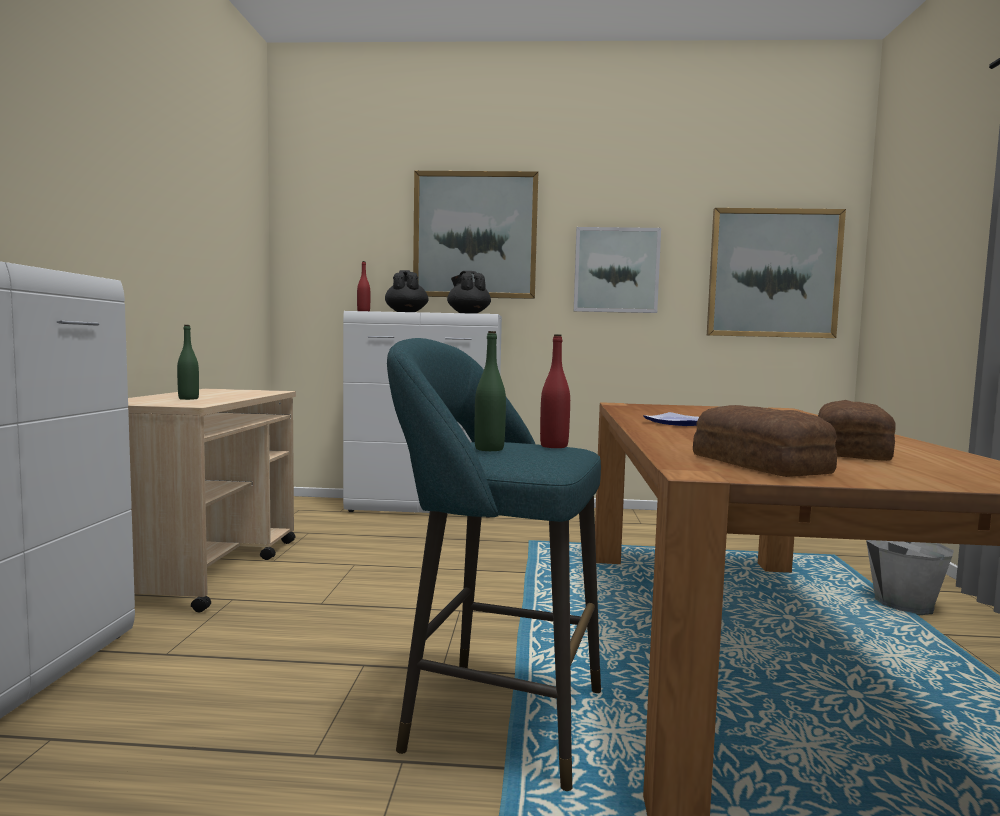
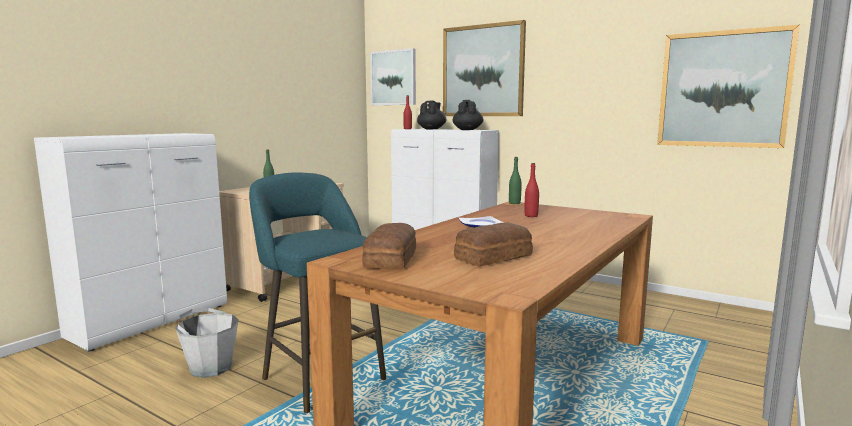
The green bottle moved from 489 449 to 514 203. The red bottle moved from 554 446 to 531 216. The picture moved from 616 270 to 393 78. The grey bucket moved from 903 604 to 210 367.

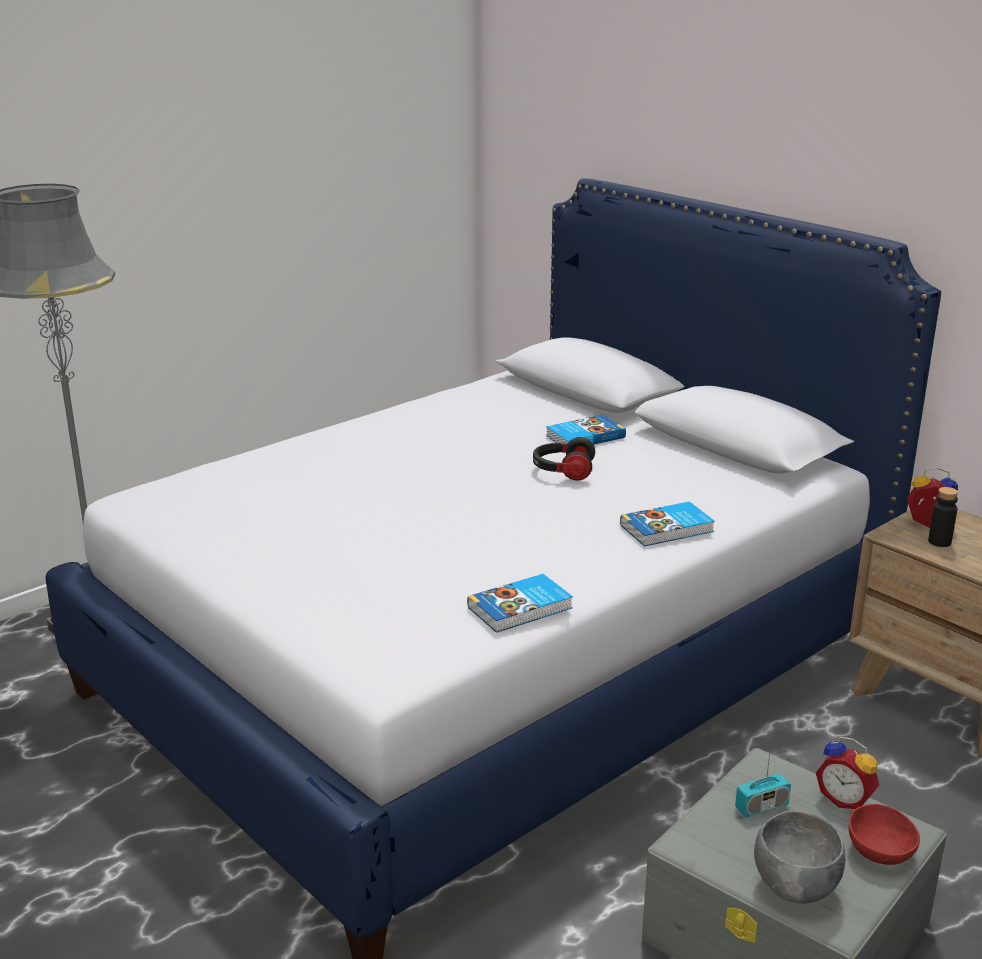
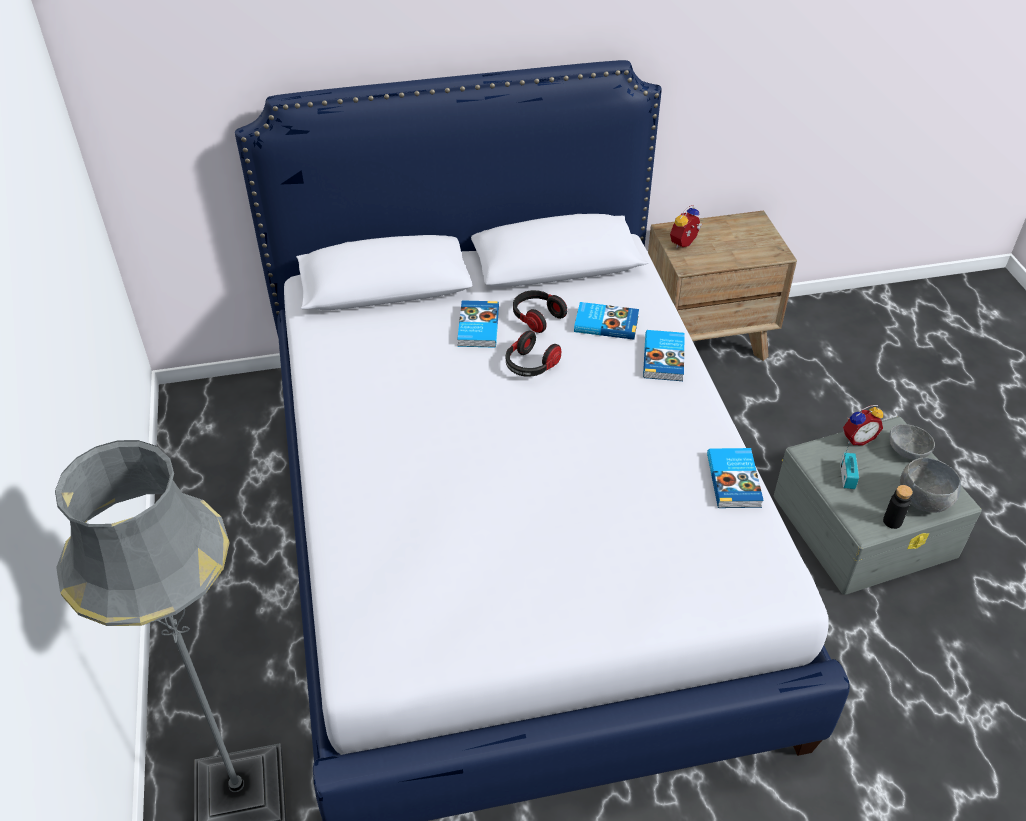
The headphones at 537 318 appeared. The book at 606 323 appeared. The black bottle moved from 939 542 to 892 521. The red bowl at 881 851 became the grey bowl at 907 450.

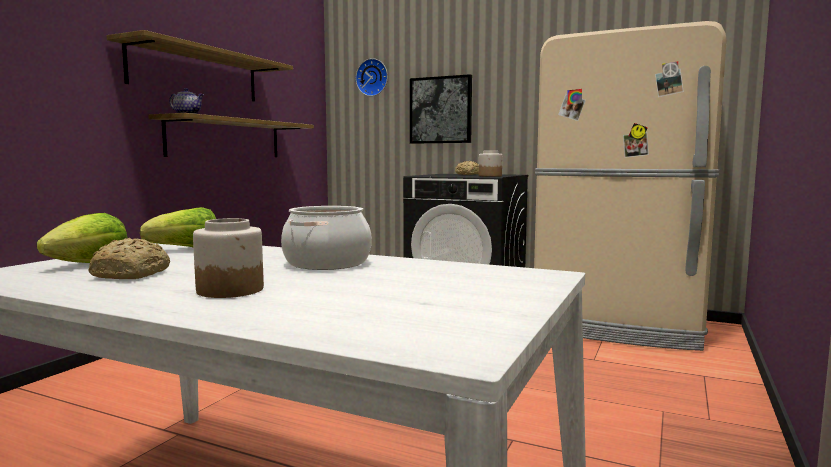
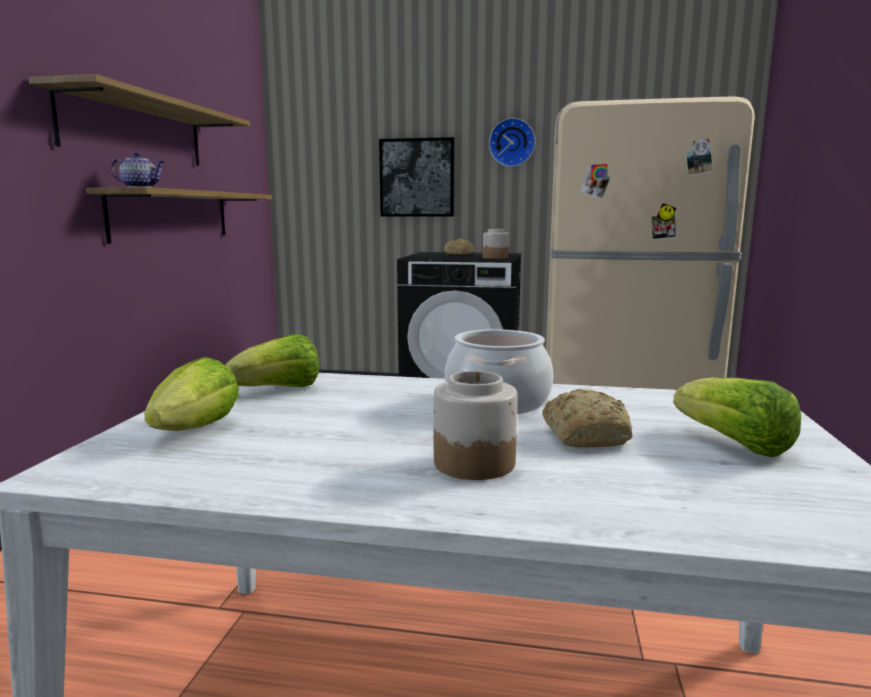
The lettuce at 734 444 appeared. The bread moved from 133 274 to 586 436. The wall clock moved from 373 77 to 512 143.

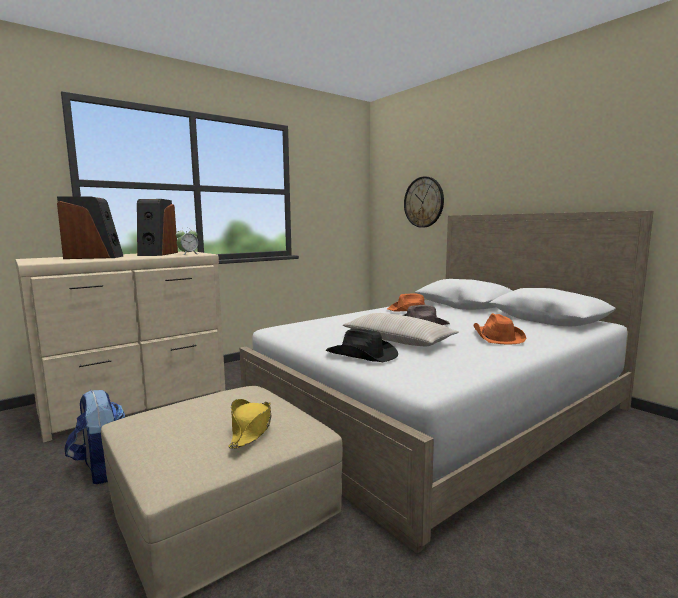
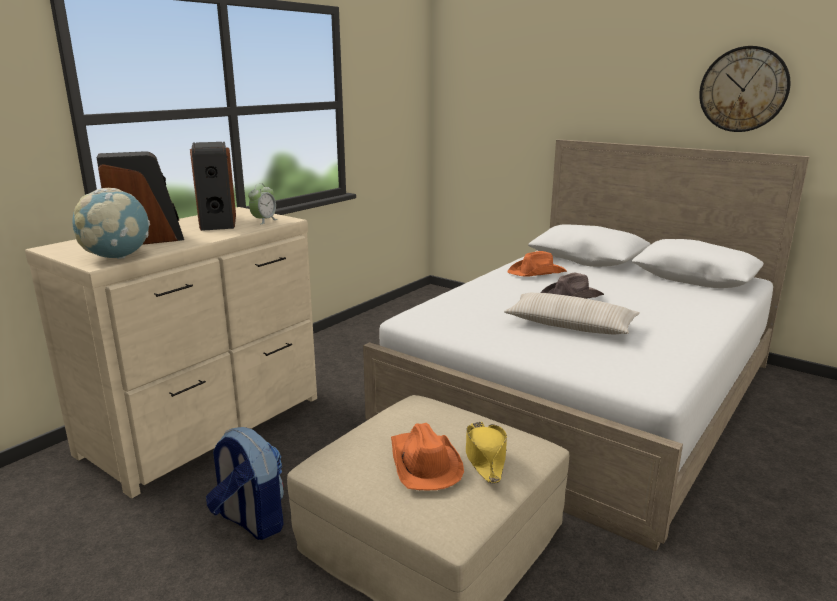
The black hat at 362 355 disappeared. The globe at 117 257 appeared. The wall clock moved from 424 202 to 743 89. The orange hat moved from 497 337 to 423 463.

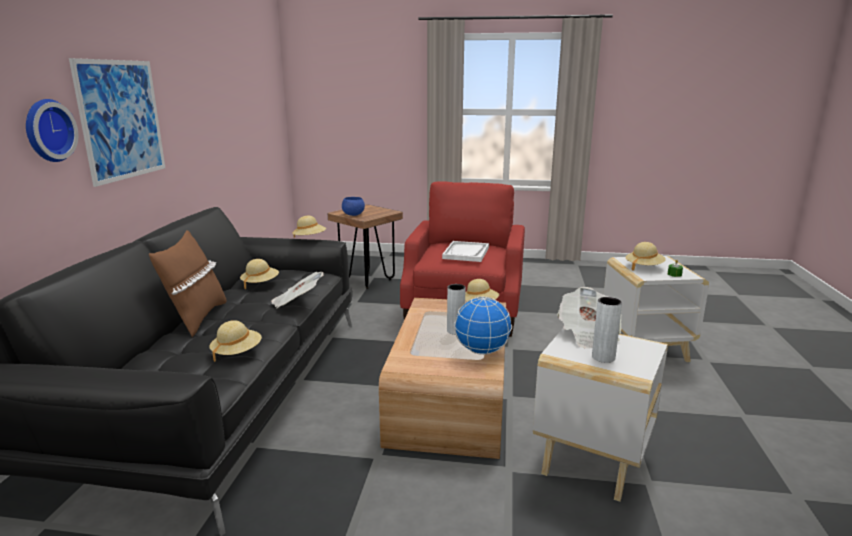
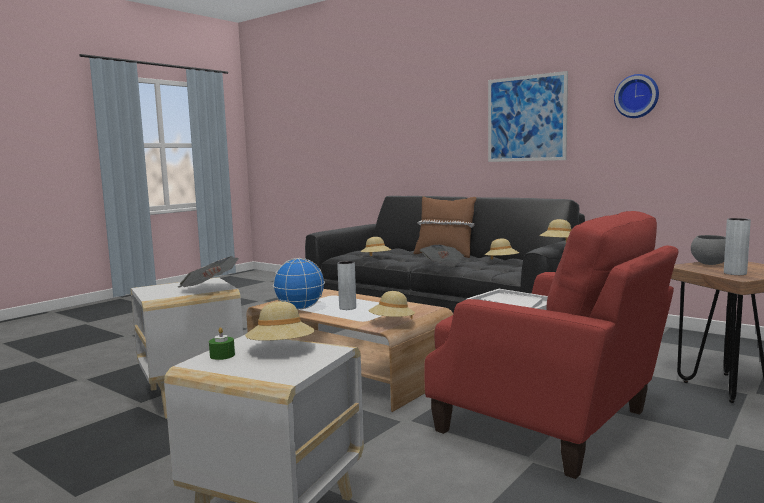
The wall clock moved from 47 130 to 637 96. The grey vase moved from 603 357 to 735 273. The blue bowl at 353 215 became the grey bowl at 709 264.

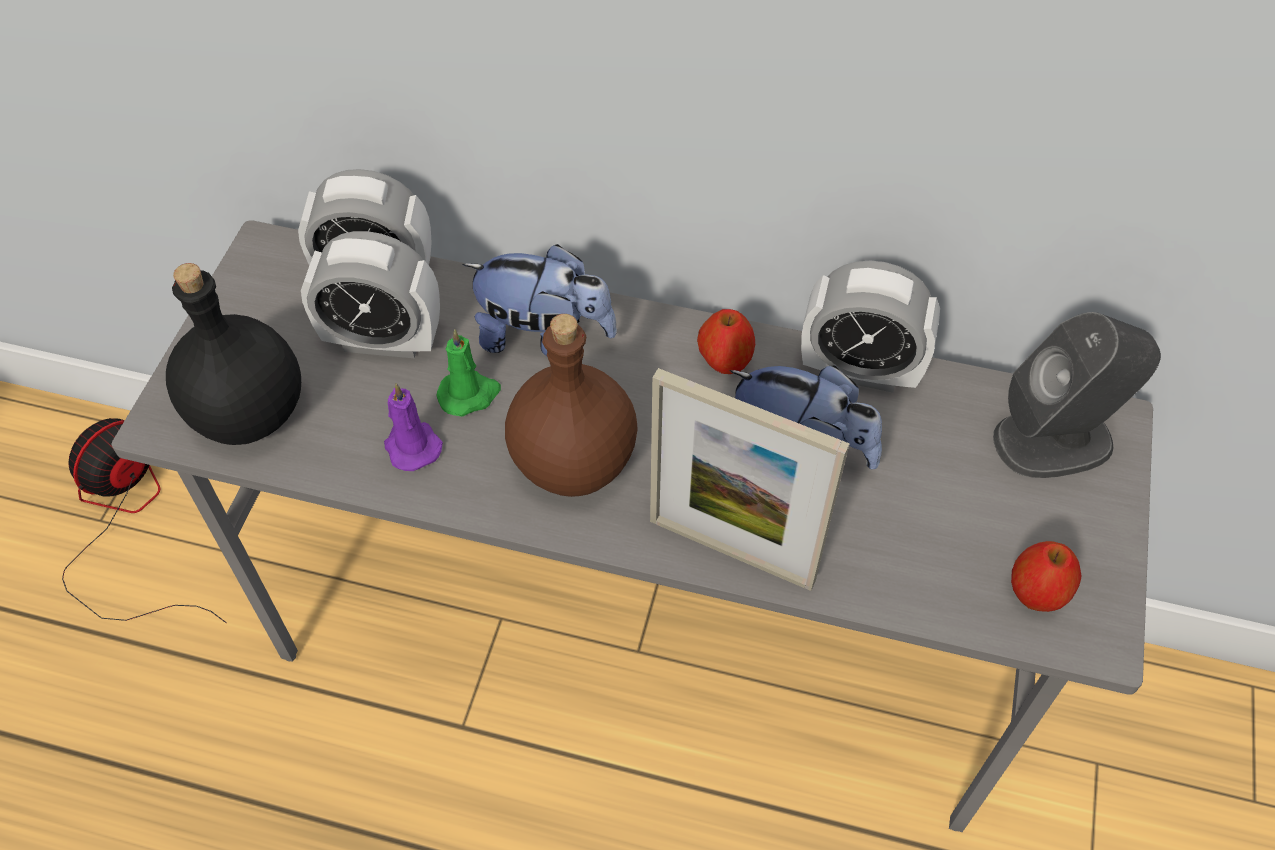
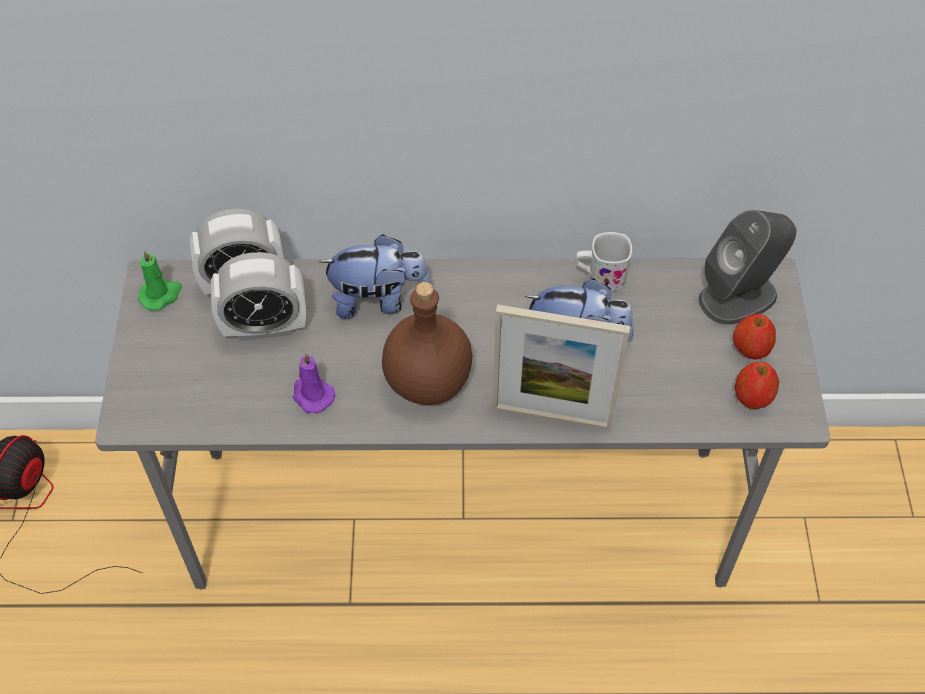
The black bottle at 247 415 disappeared. The green candle moved from 469 394 to 161 295. The apple moved from 725 361 to 750 350. The alarm clock at 859 370 was replaced by the white mug at 600 277.

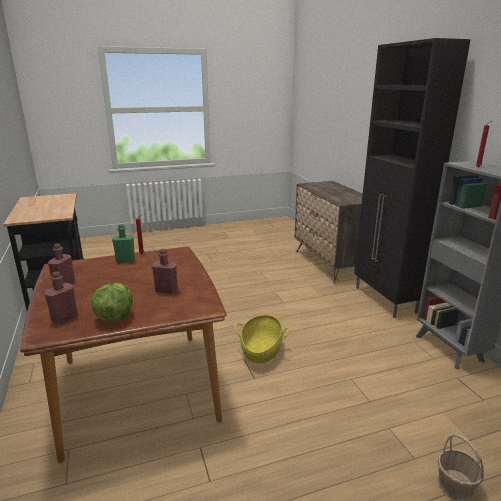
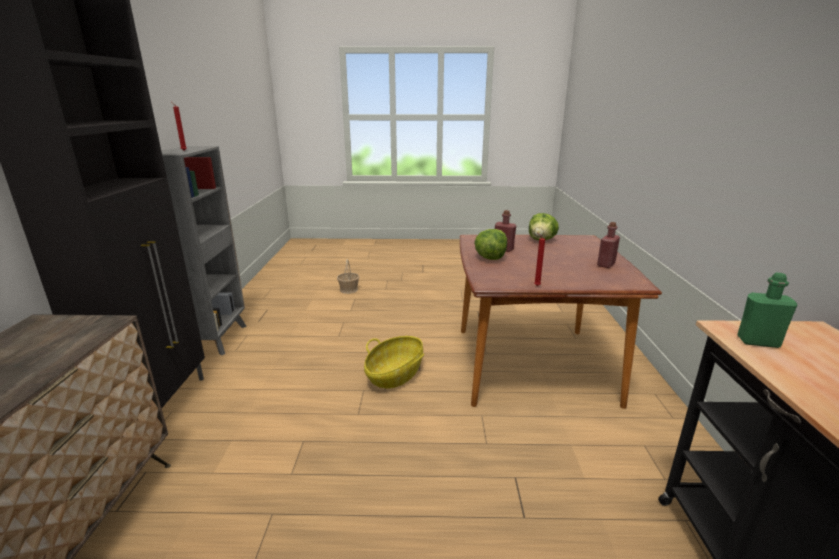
The red bottle at 64 318 disappeared. The lettuce at 490 258 appeared. The green bottle moved from 125 260 to 758 342.

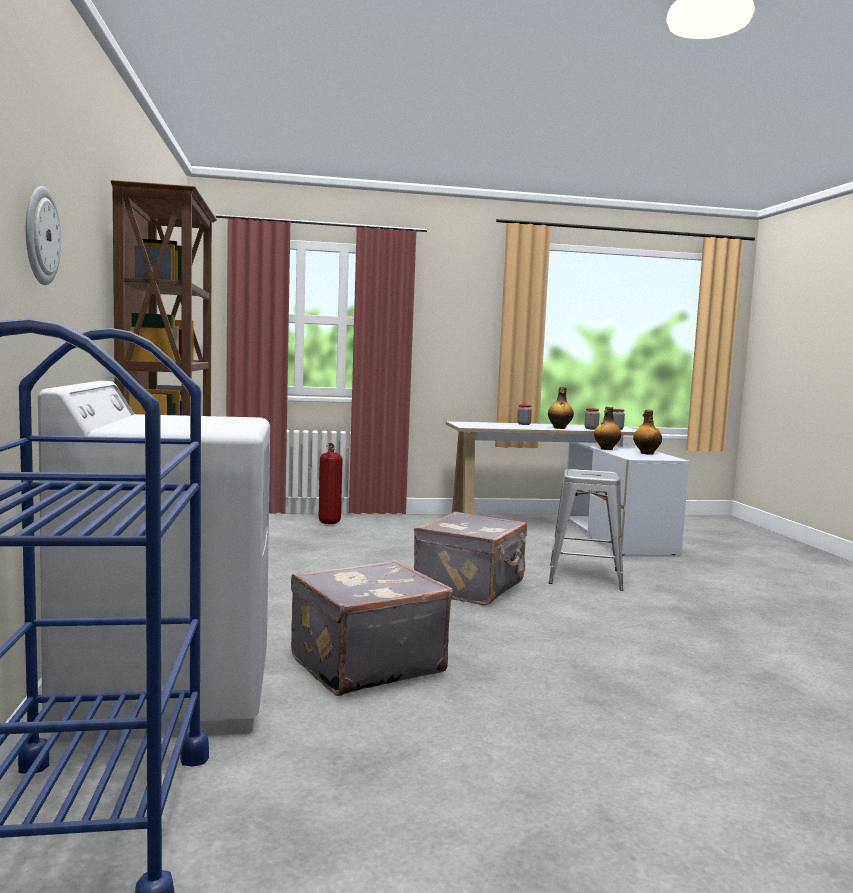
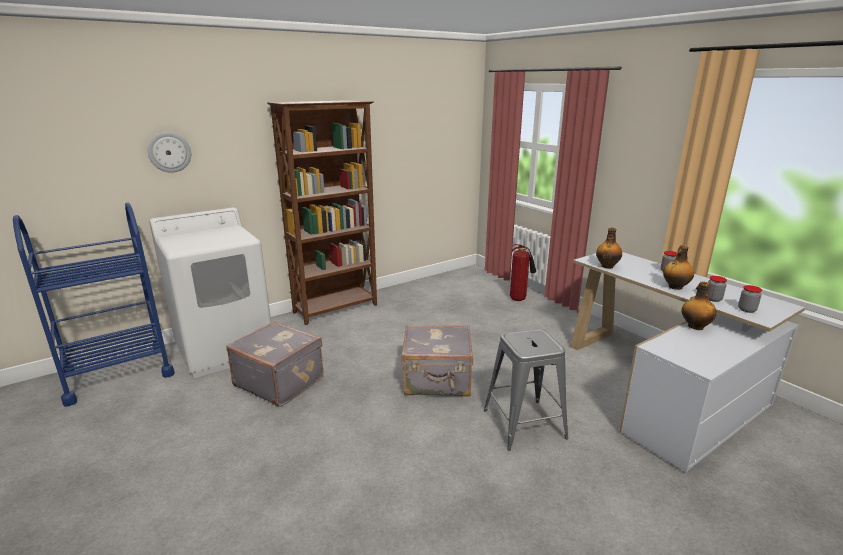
The bottle moved from 646 453 to 607 266.

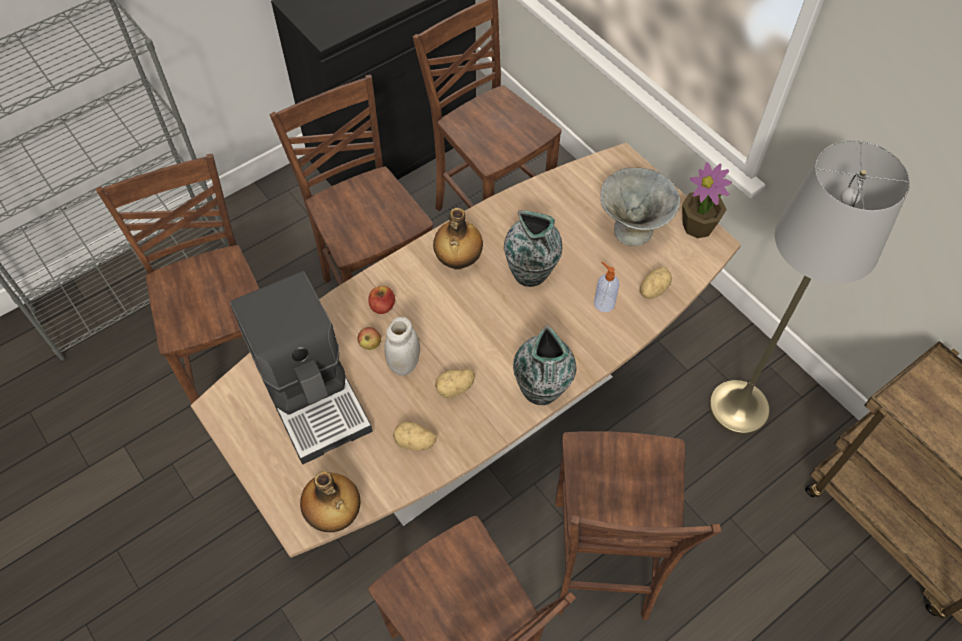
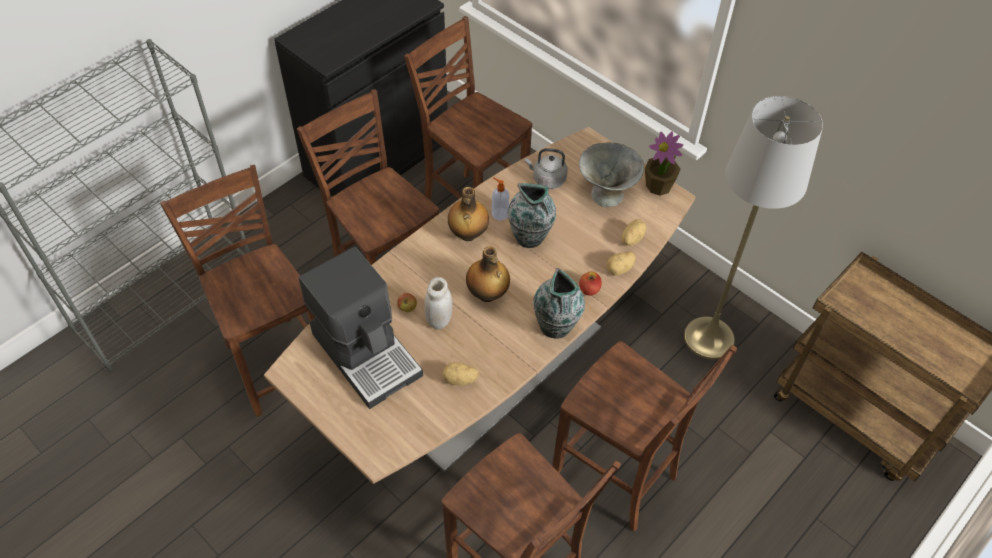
The grey kettle at 547 179 appeared. The bottle moved from 334 514 to 487 294. The apple moved from 382 306 to 589 289. The potato moved from 455 389 to 620 269. The soap dispenser moved from 603 303 to 499 214. The brown chair at 601 561 turned 45 degrees counterclockwise.

